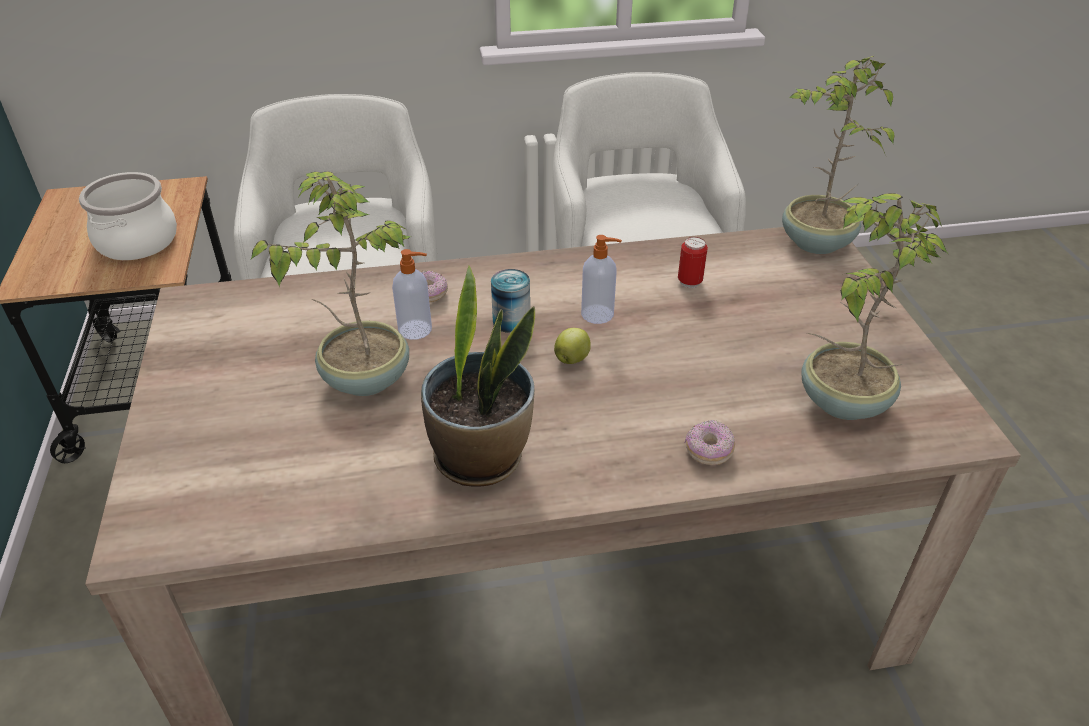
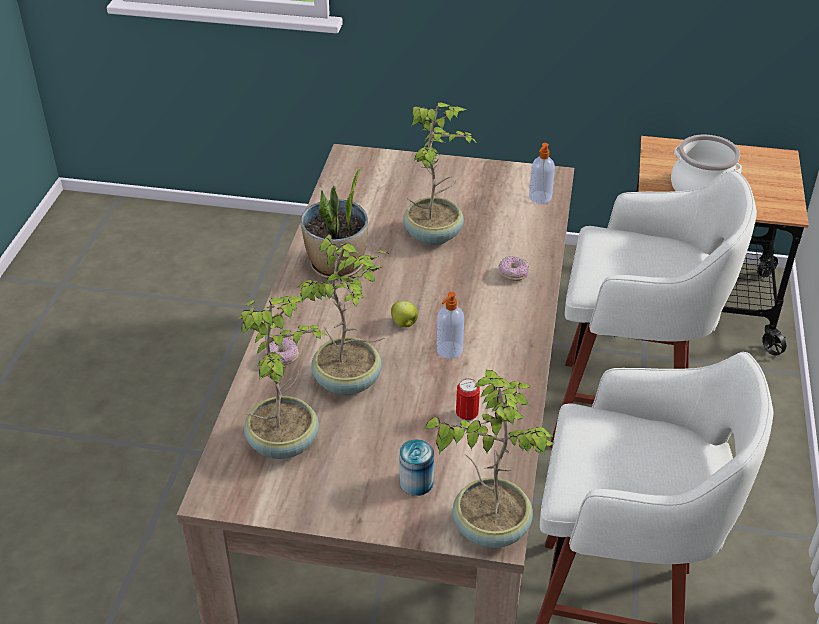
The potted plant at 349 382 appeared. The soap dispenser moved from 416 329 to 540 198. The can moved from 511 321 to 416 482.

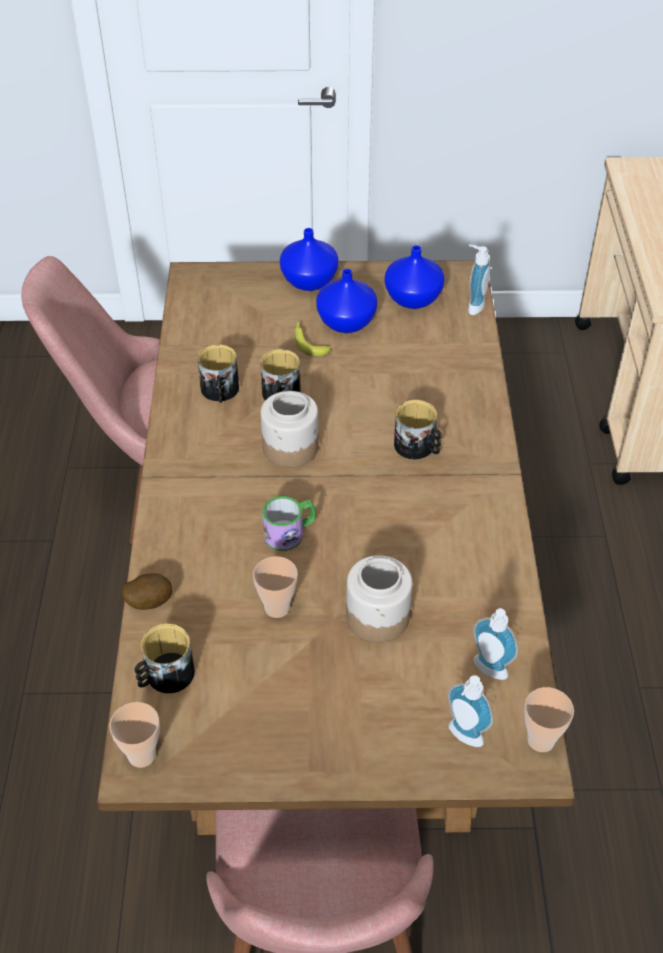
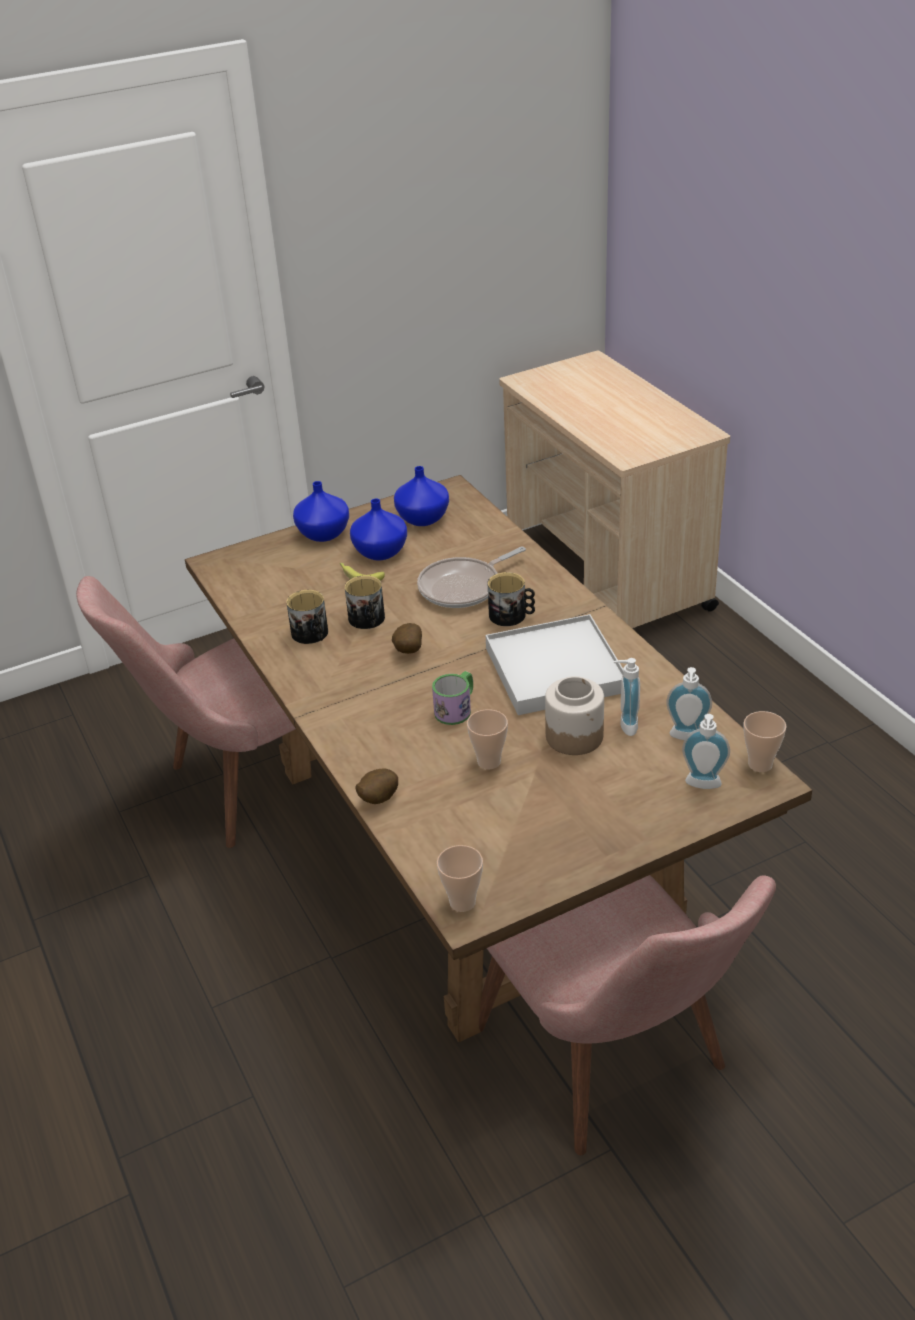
The mug at 165 676 disappeared. The frying pan at 463 587 appeared. The white tray at 555 670 appeared. The soap dispenser moved from 473 305 to 625 725. The jar at 291 447 was replaced by the potato at 407 652.

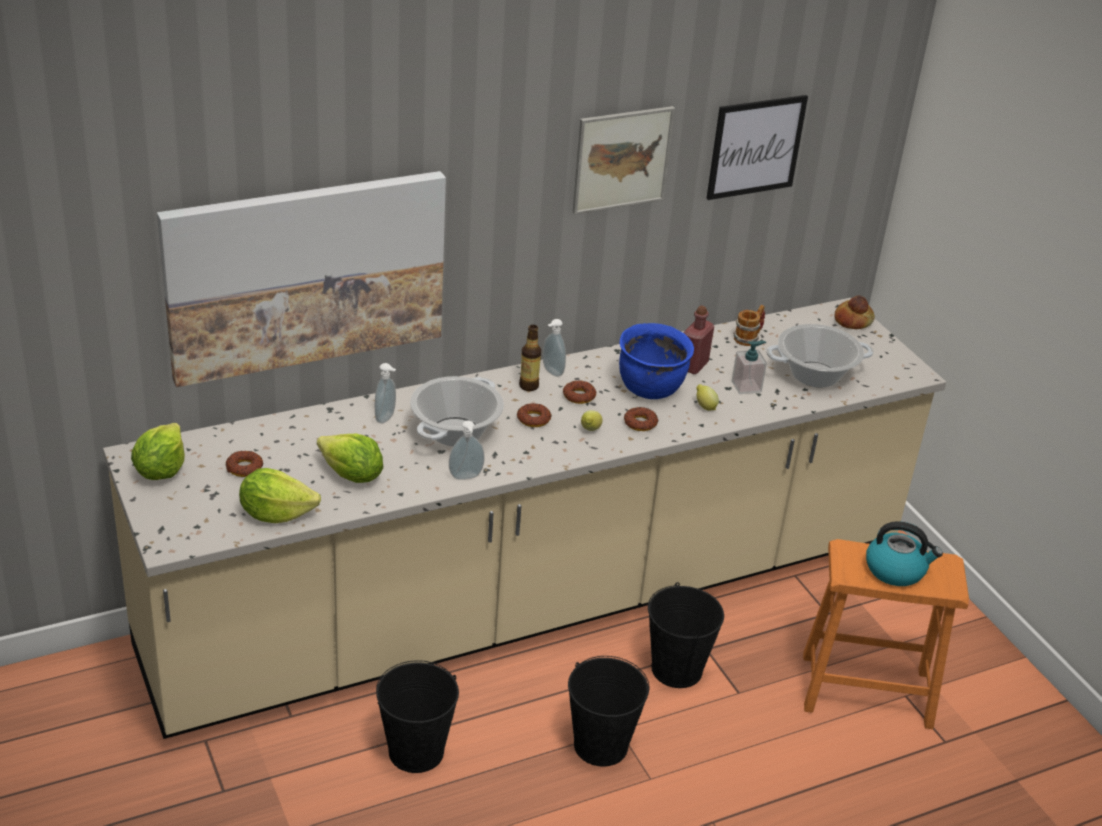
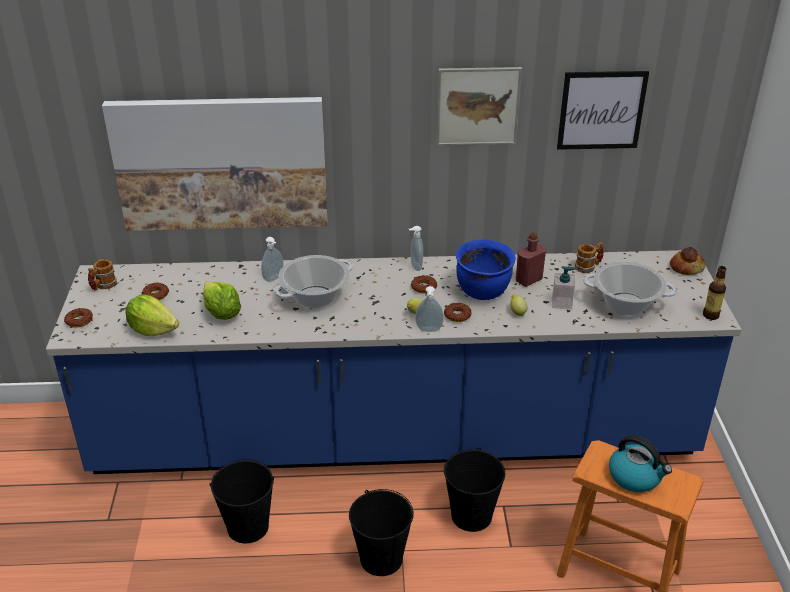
The soap dispenser moved from 466 477 to 429 330. The donut moved from 534 419 to 79 320. The bottle moved from 529 386 to 710 315. The lettuce at 161 470 was replaced by the mug at 103 286. The beige counter at 535 599 became the blue counter at 395 437.

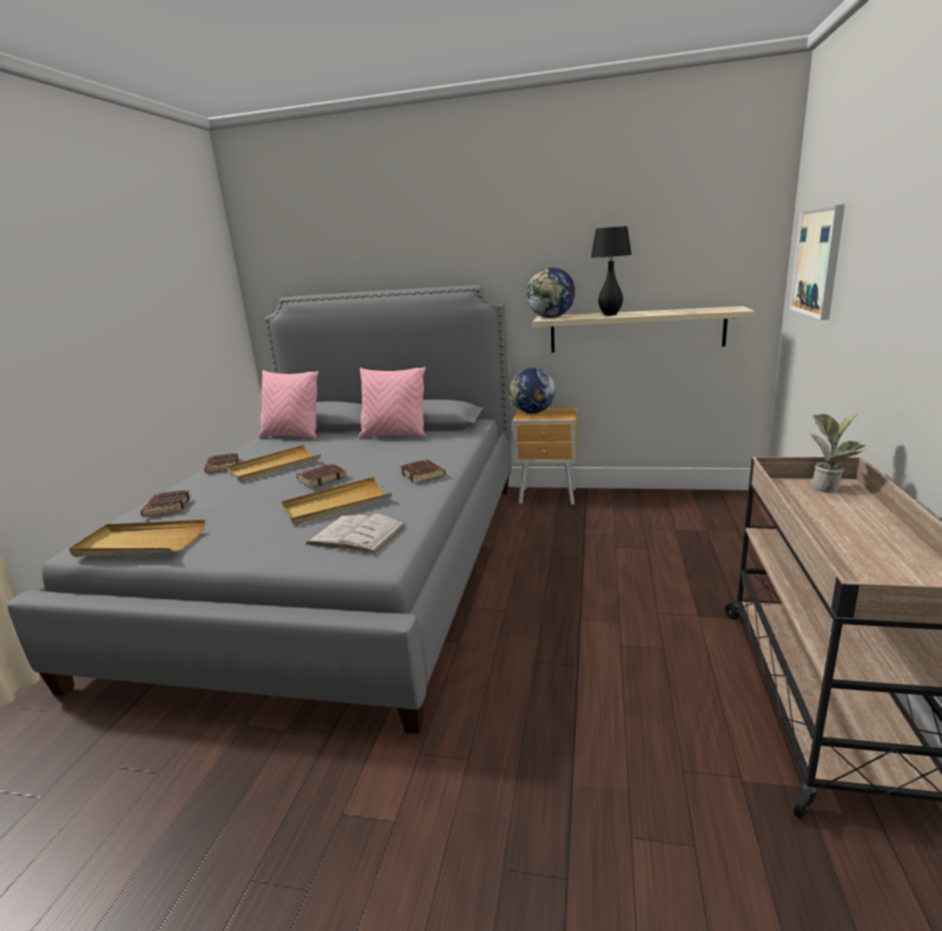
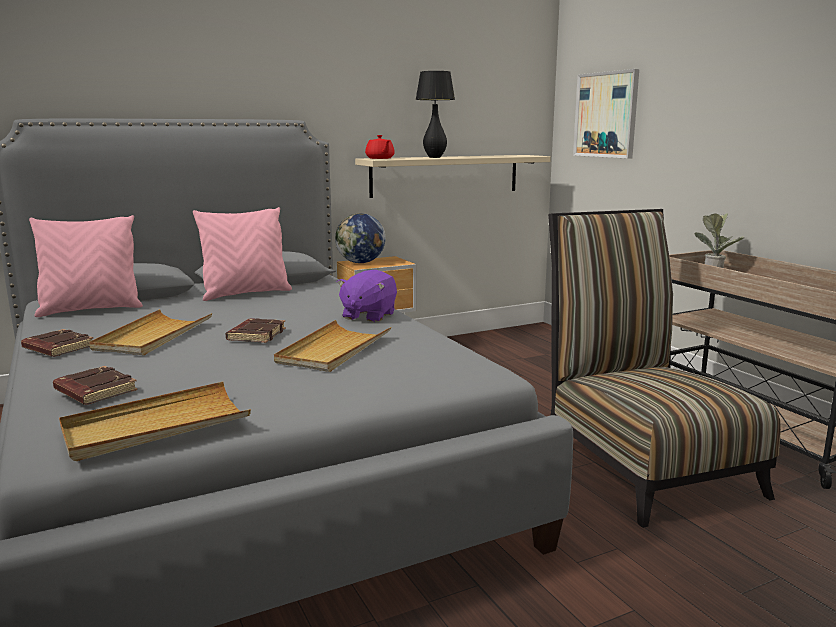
The white book at 356 534 disappeared. The chair at 642 463 appeared. The brown book at 423 474 was replaced by the purple plush toy at 368 316. The globe at 551 317 was replaced by the red teapot at 380 158.

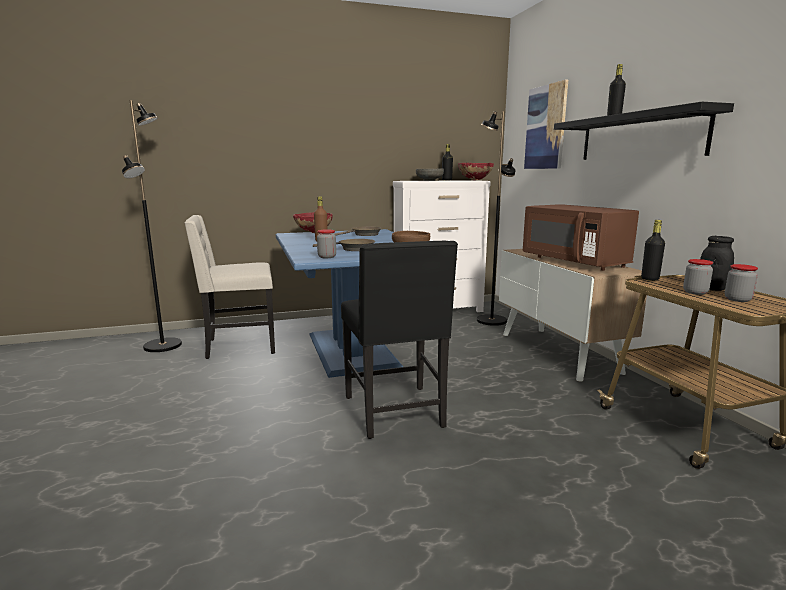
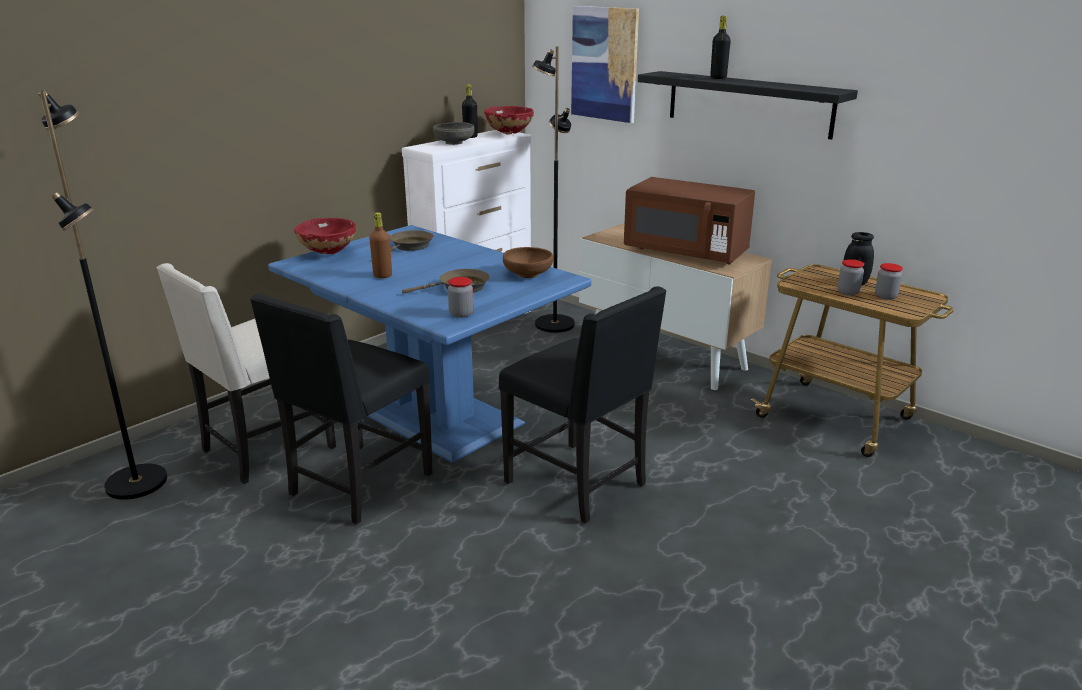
The black bottle at 650 279 disappeared. The black chair at 358 485 appeared.

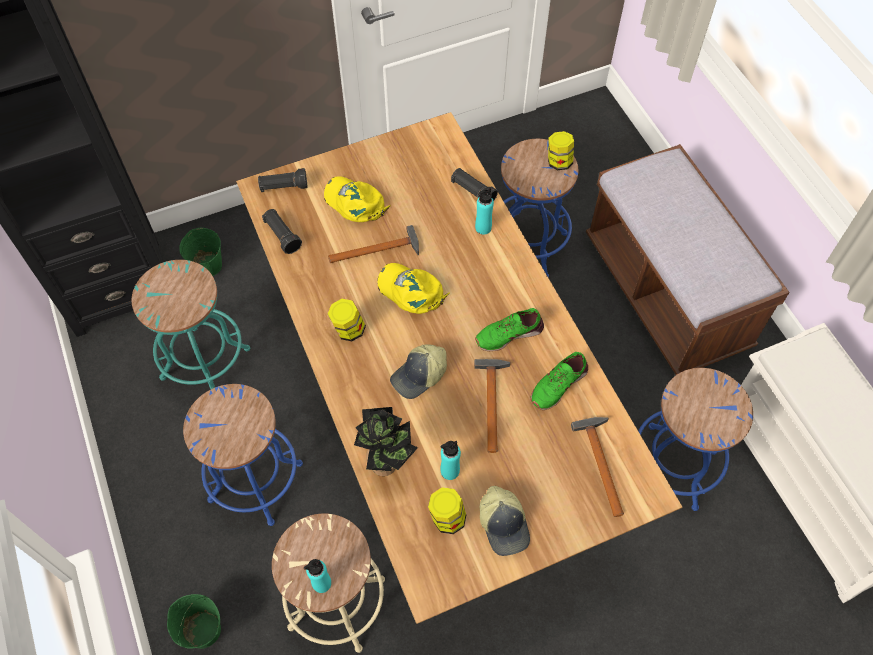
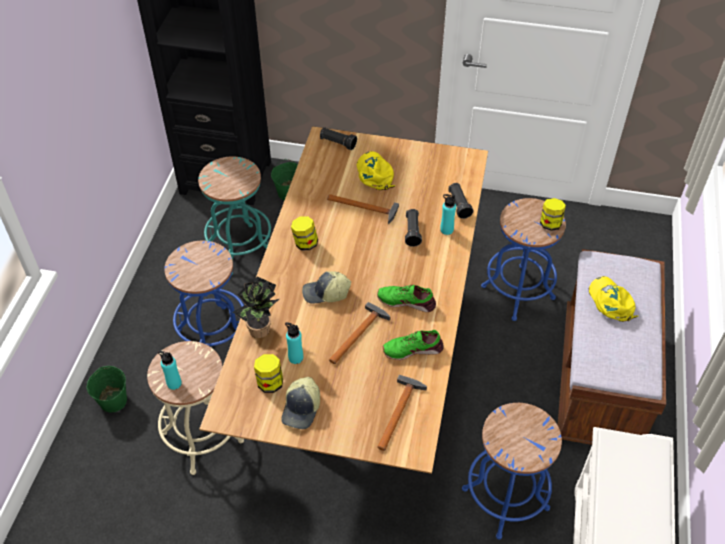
The black flashlight moved from 282 236 to 412 232. The yellow cap moved from 411 291 to 611 301.

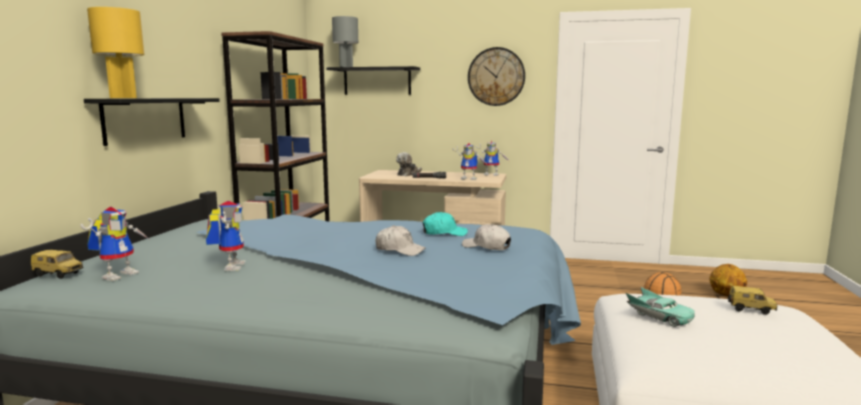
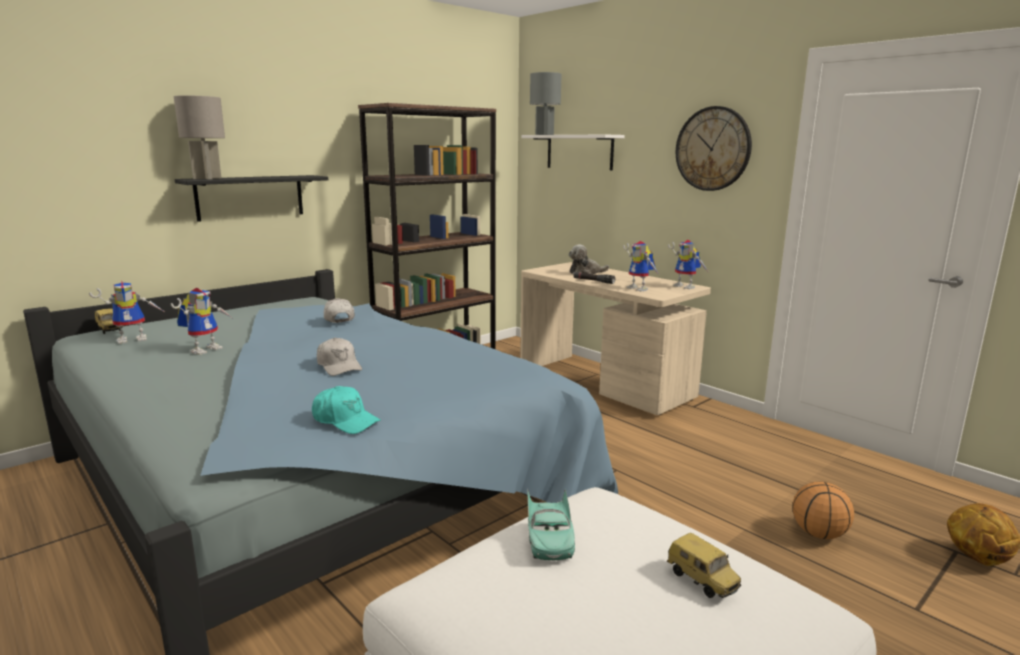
The turquoise cap moved from 444 233 to 345 421. The white cap moved from 486 247 to 338 318. The yellow table lamp at 123 98 became the grey table lamp at 207 178. The black shelf at 377 81 became the white shelf at 579 152.

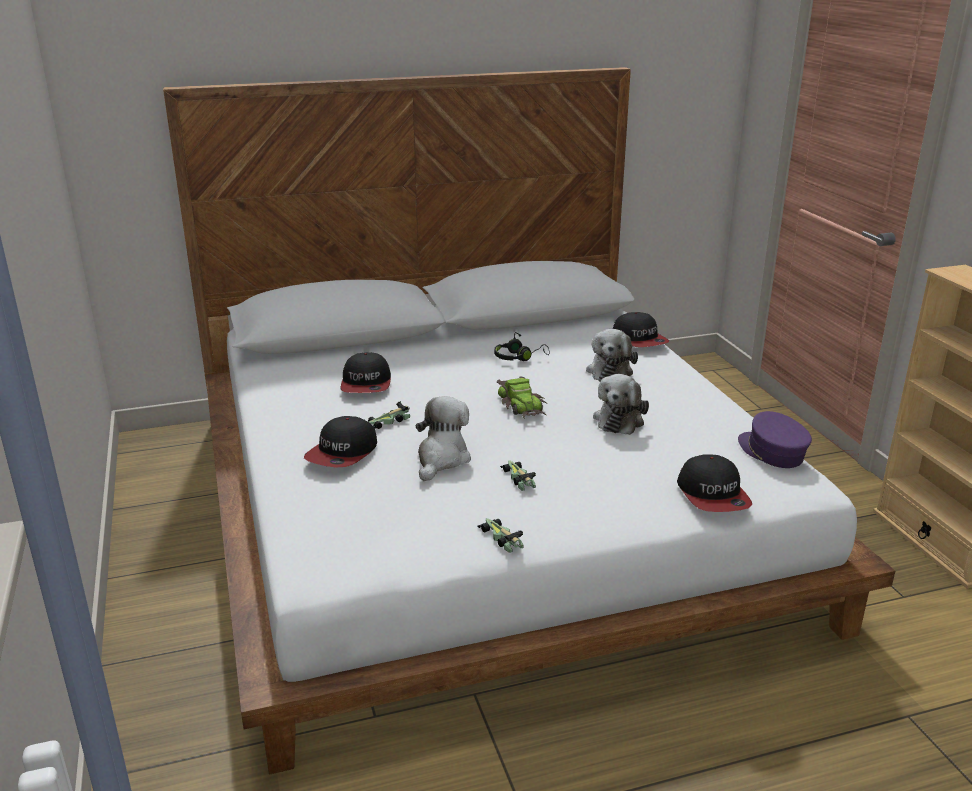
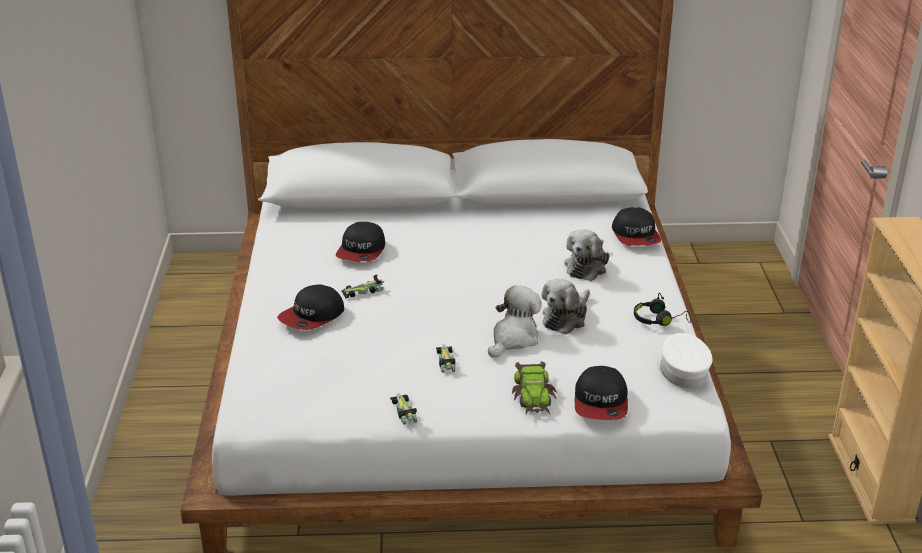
The plush toy moved from 441 459 to 513 338. The black headphones moved from 519 357 to 659 320. The toy car moved from 522 404 to 534 394. The purple cap at 771 452 became the white cap at 681 370.

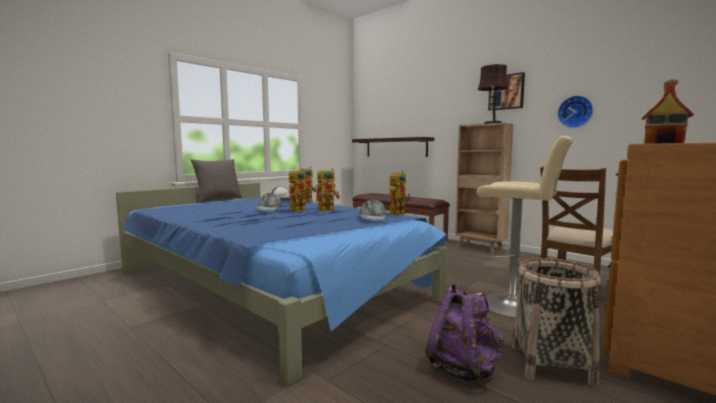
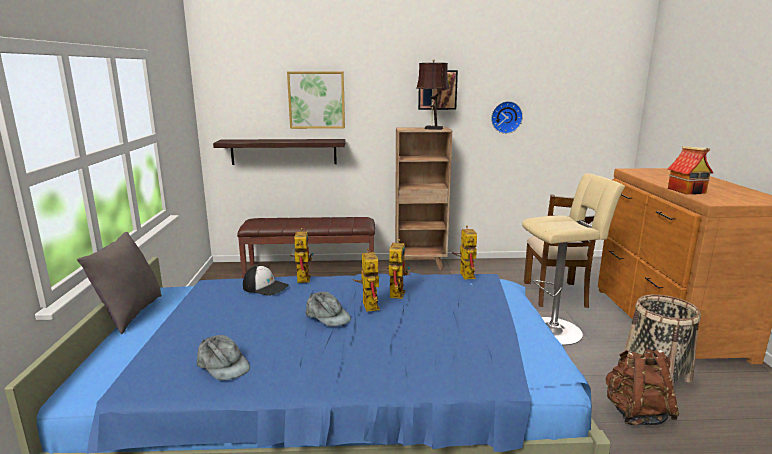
The picture at 316 100 appeared. The grey cap moved from 372 217 to 223 365. The purple backpack at 463 370 became the brown backpack at 636 414.

